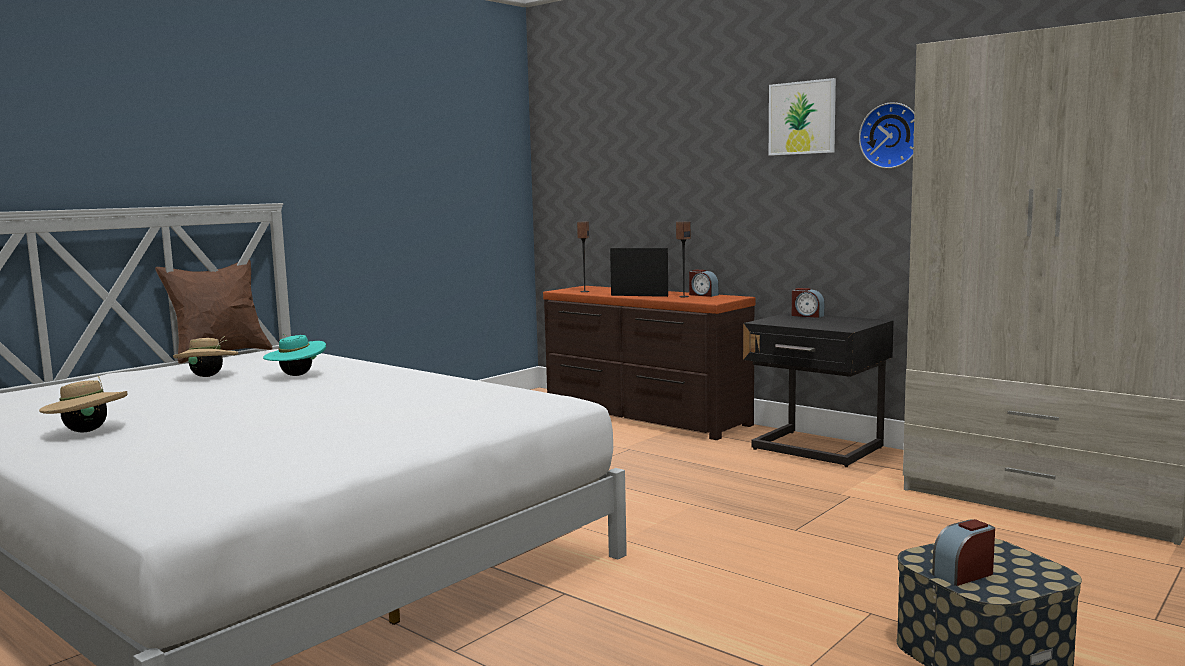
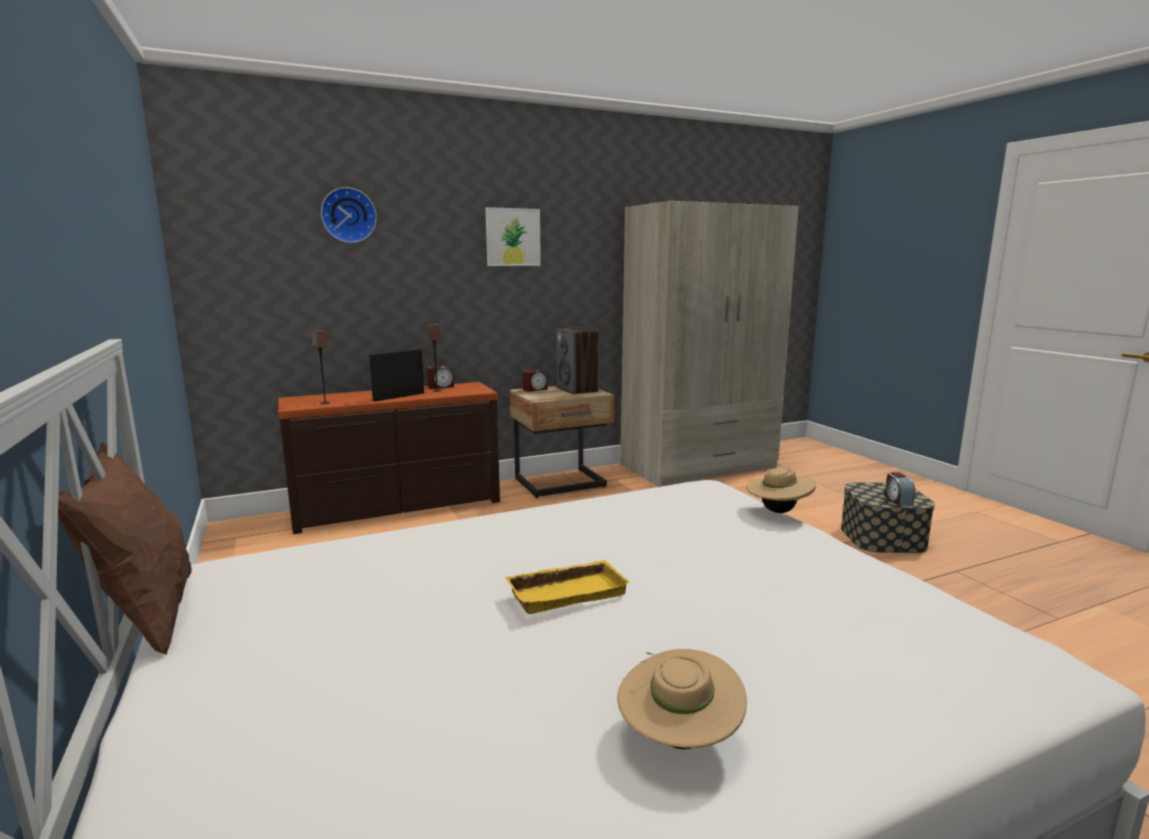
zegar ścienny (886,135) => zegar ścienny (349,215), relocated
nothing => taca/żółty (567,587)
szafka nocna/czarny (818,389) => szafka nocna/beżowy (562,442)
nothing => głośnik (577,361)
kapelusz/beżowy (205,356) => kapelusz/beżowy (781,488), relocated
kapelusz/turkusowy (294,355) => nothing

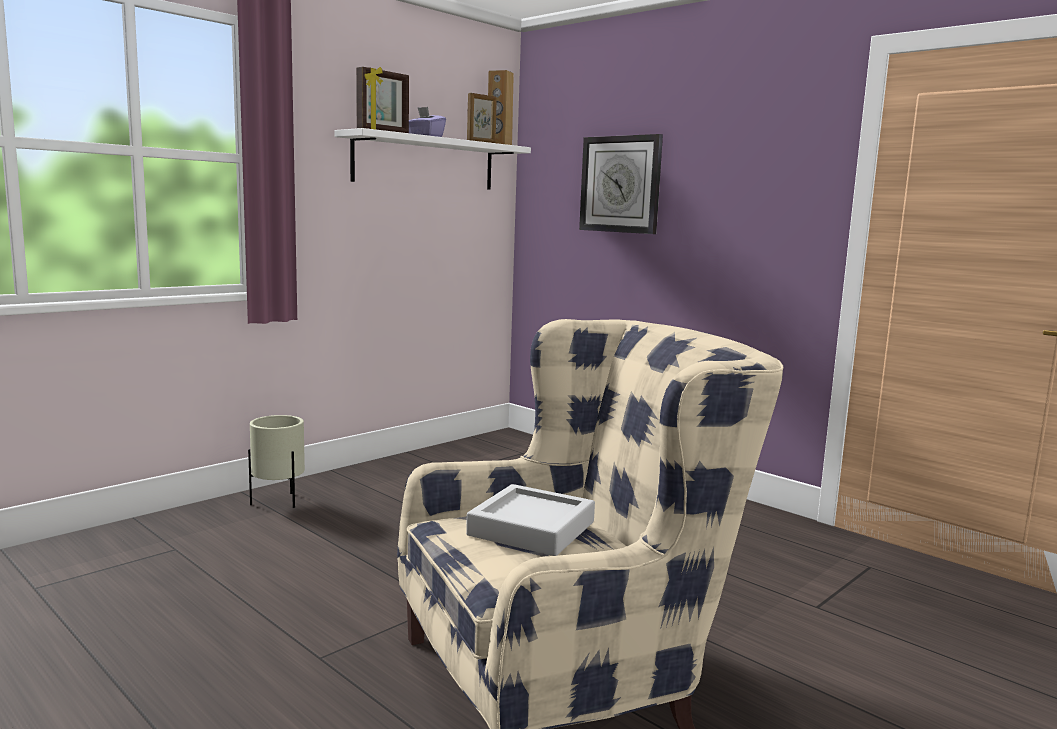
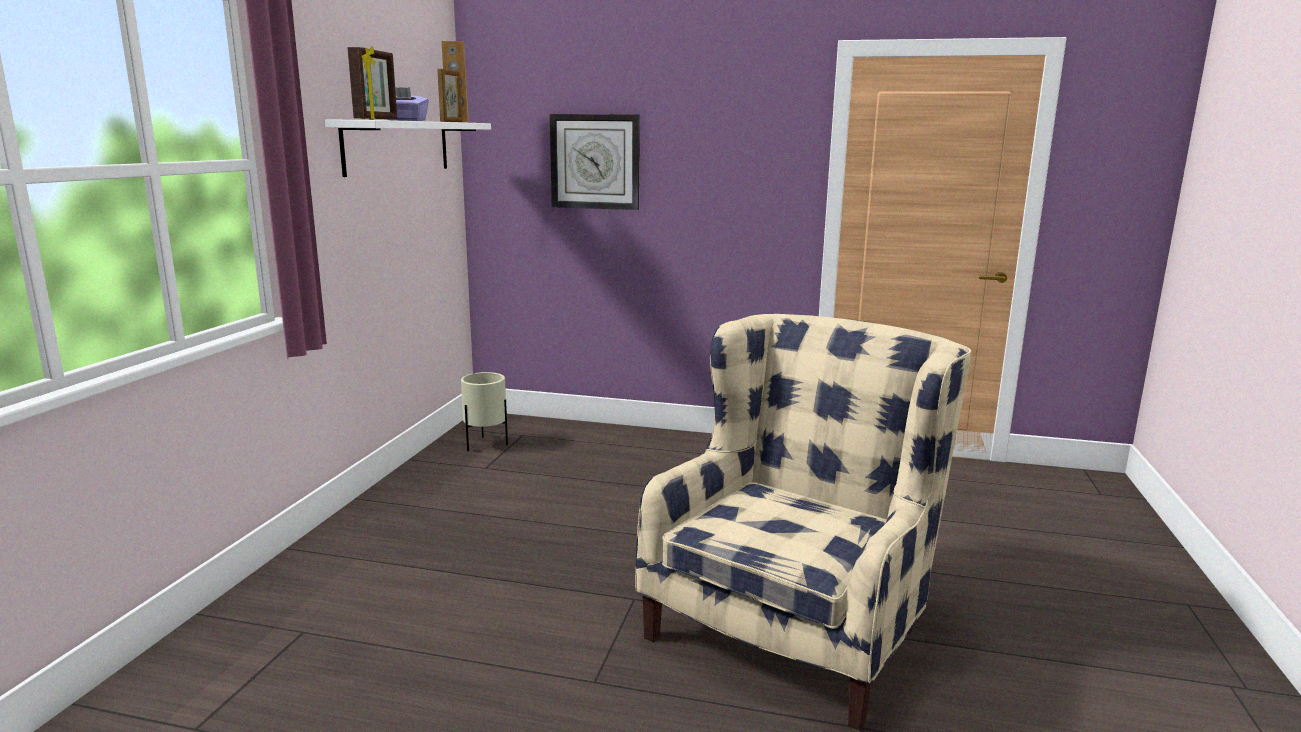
donica/beżowy (276,461) => donica/beżowy (484,411), relocated
taca/szary (530,520) => nothing

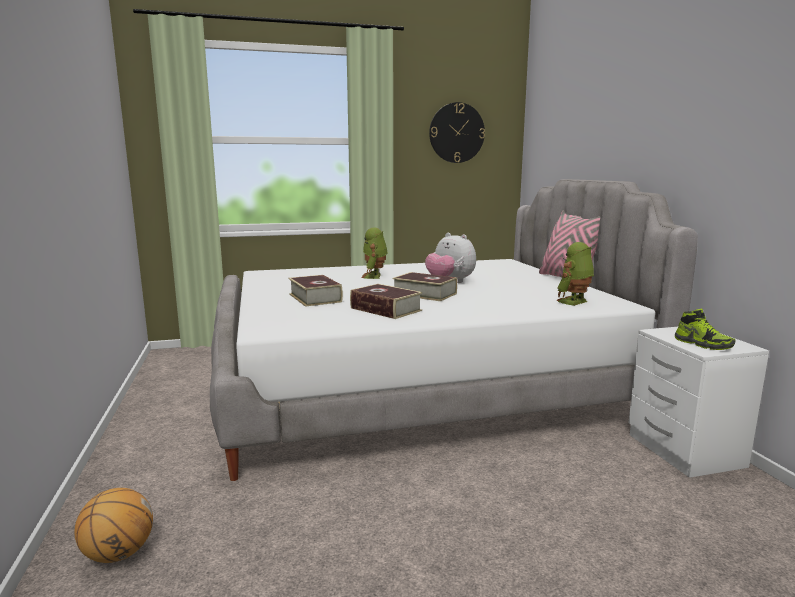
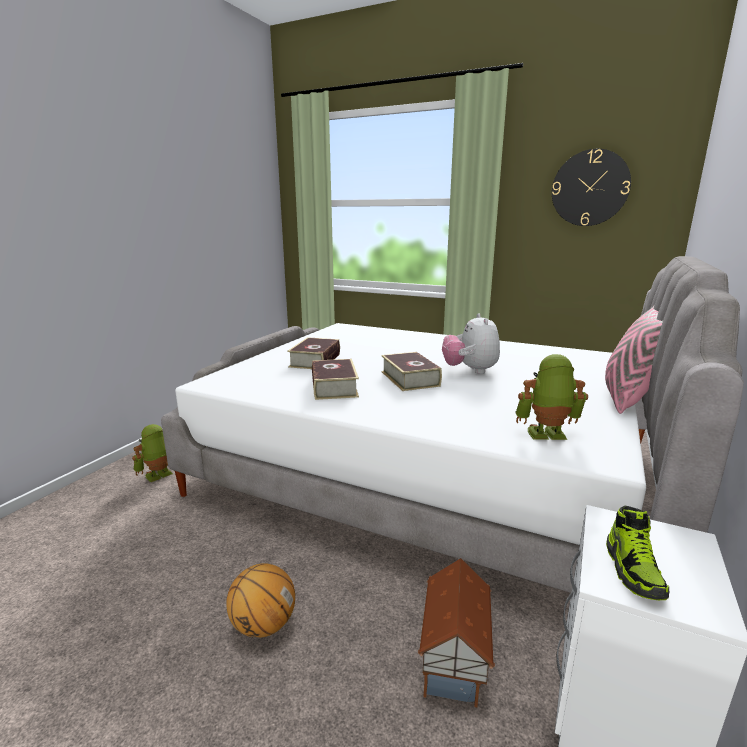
robot zabawkowy (374,253) => robot zabawkowy (152,453), relocated
piłka do koszykówki (113,525) => piłka do koszykówki (260,600), relocated
nothing => domek (456,632)

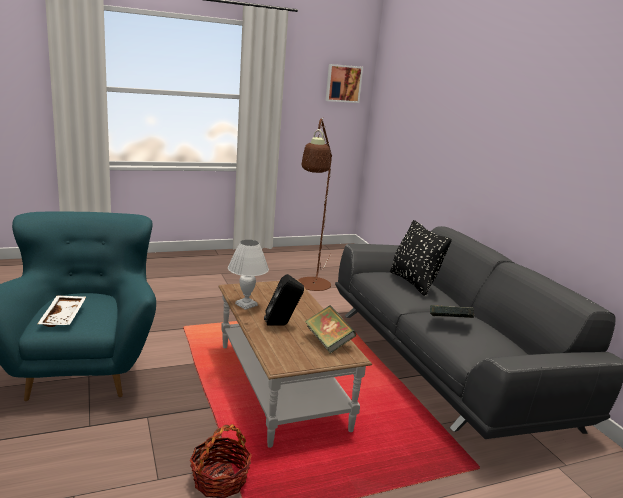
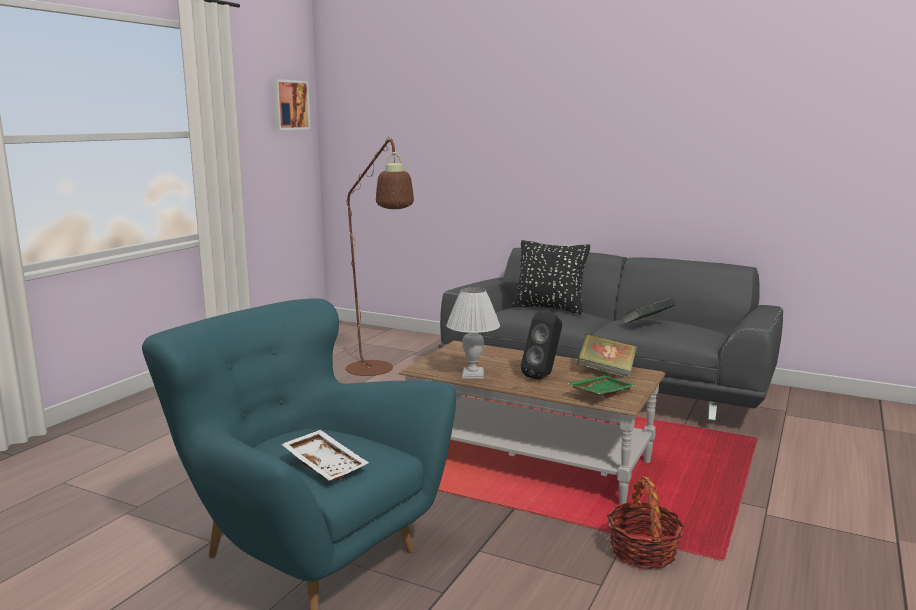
nothing => taca/zielony (601,386)

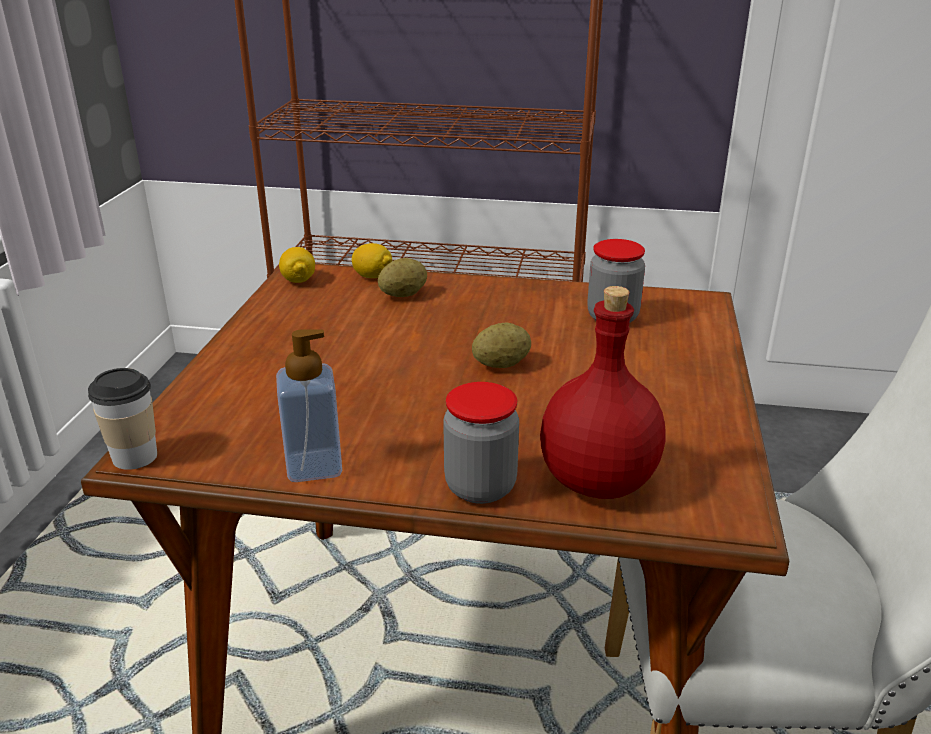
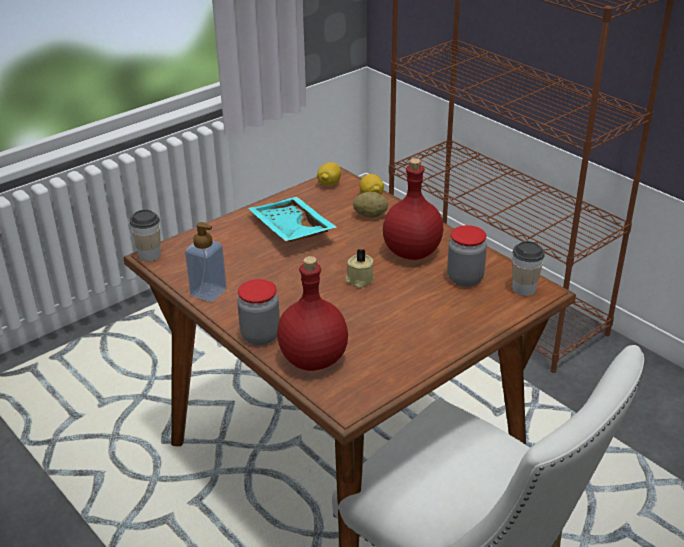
nothing => taca/turkusowy (292,219)
ziemniak (501,345) => świeca/beżowy (359,268)
nothing => butelka/czerwony (413,209)
nothing => filiżanka (528,268)

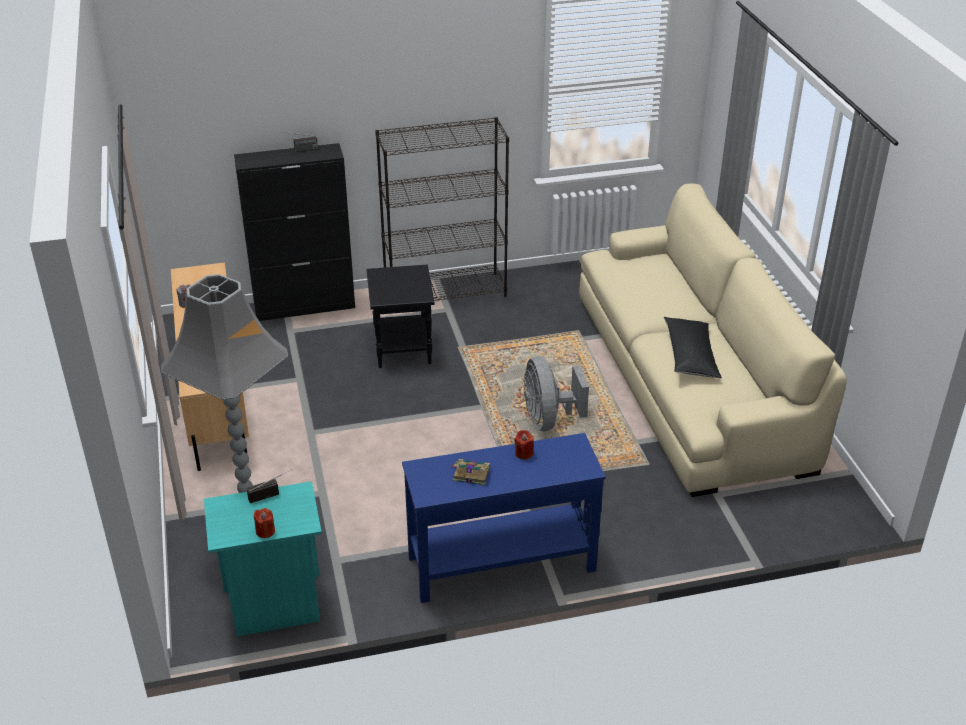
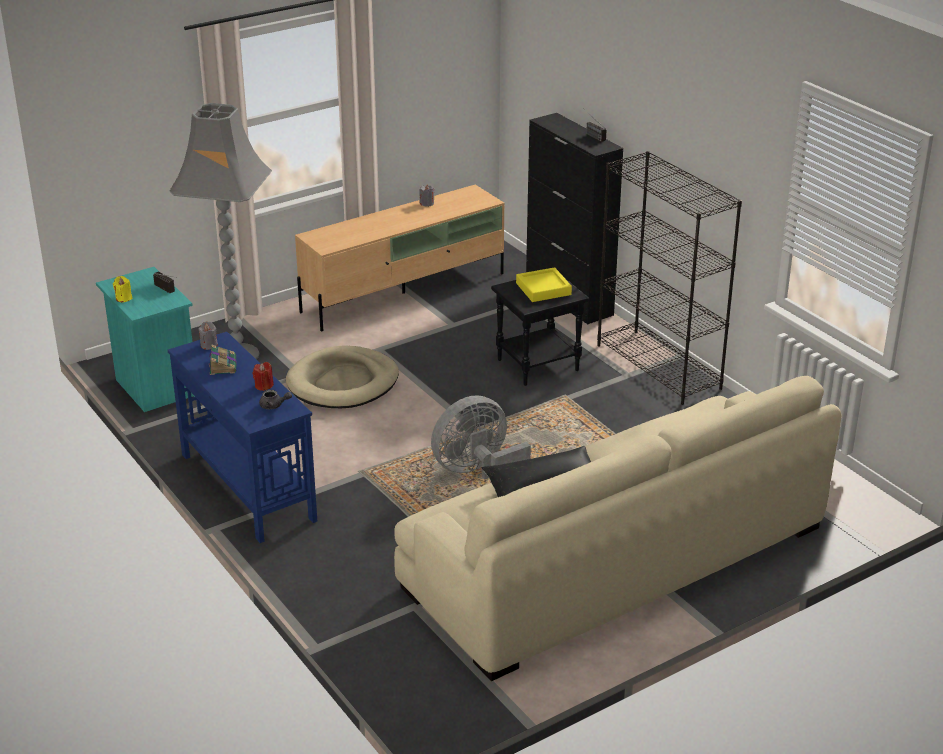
świeca/czerwony (264,523) => świeca/żółty (122,289)
nothing => świeca/szary (208,335)
nothing => imbryk/szary (275,399)
nothing => legowisko/beżowy (342,376)
nothing => taca/żółty (544,284)

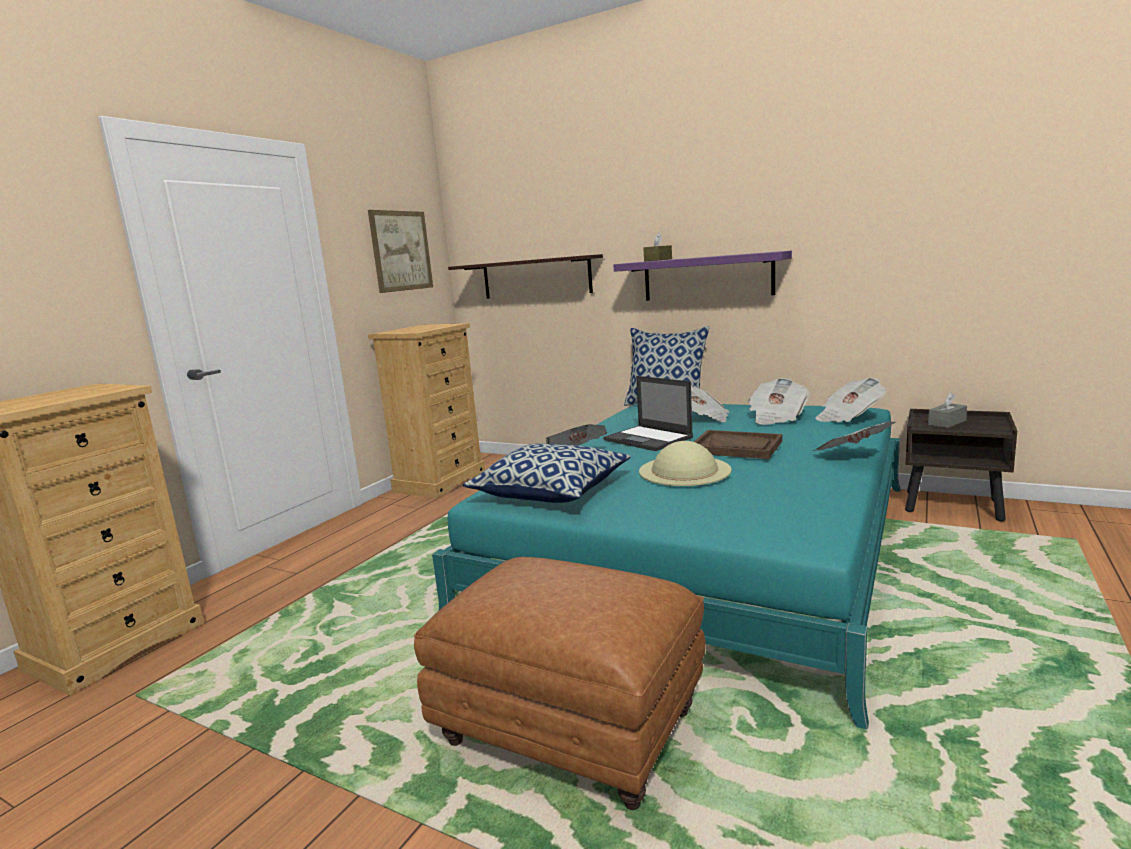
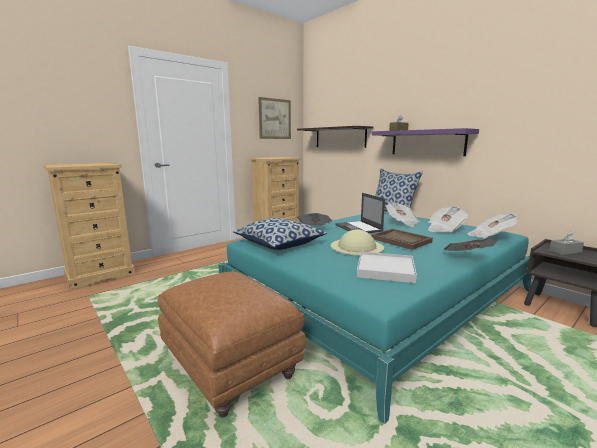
nothing => taca/biały (387,267)

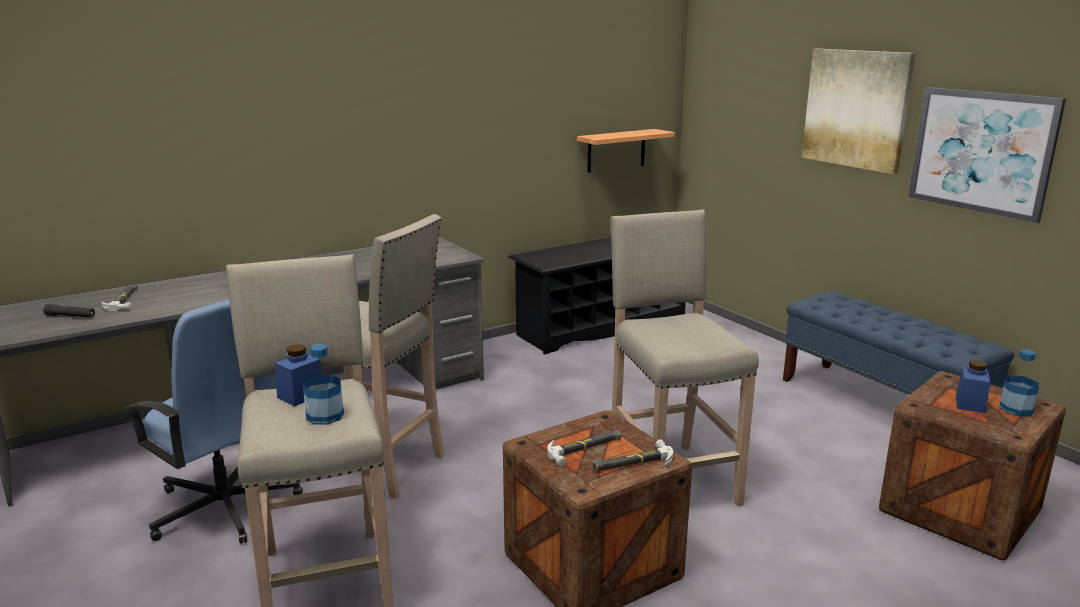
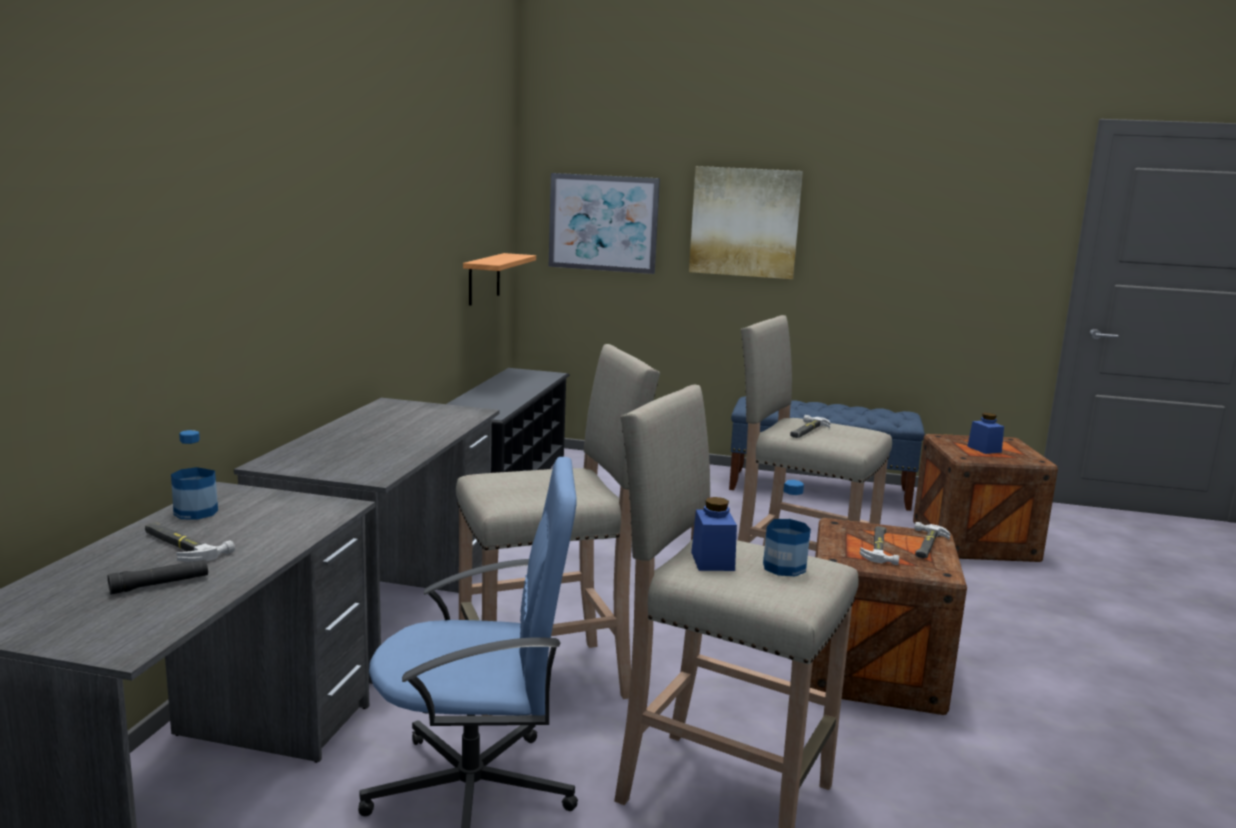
butelka (1019,383) => butelka (194,475), relocated
obraz (987,155) => obraz (604,223), relocated
nothing => młotek (810,426)

